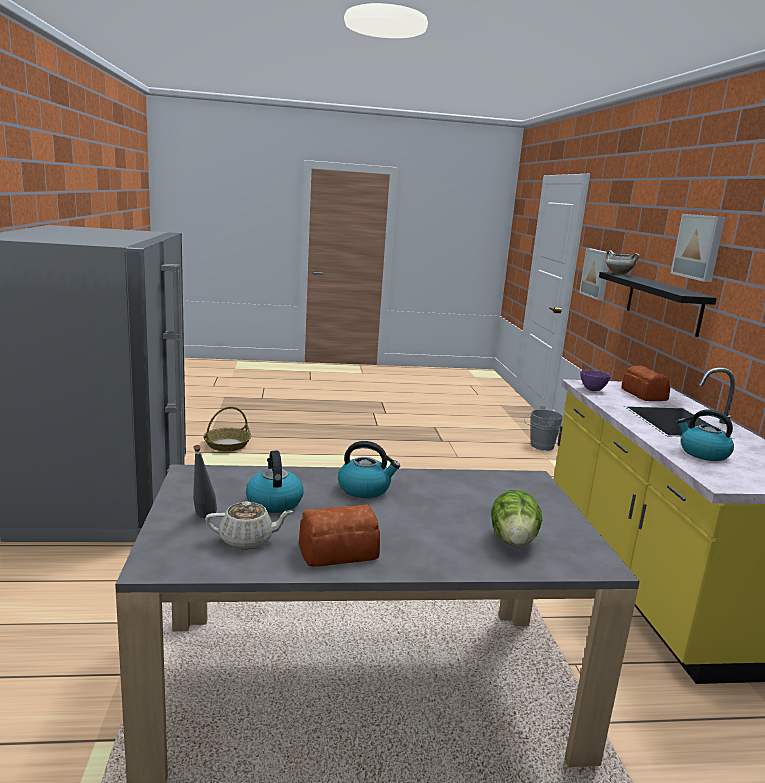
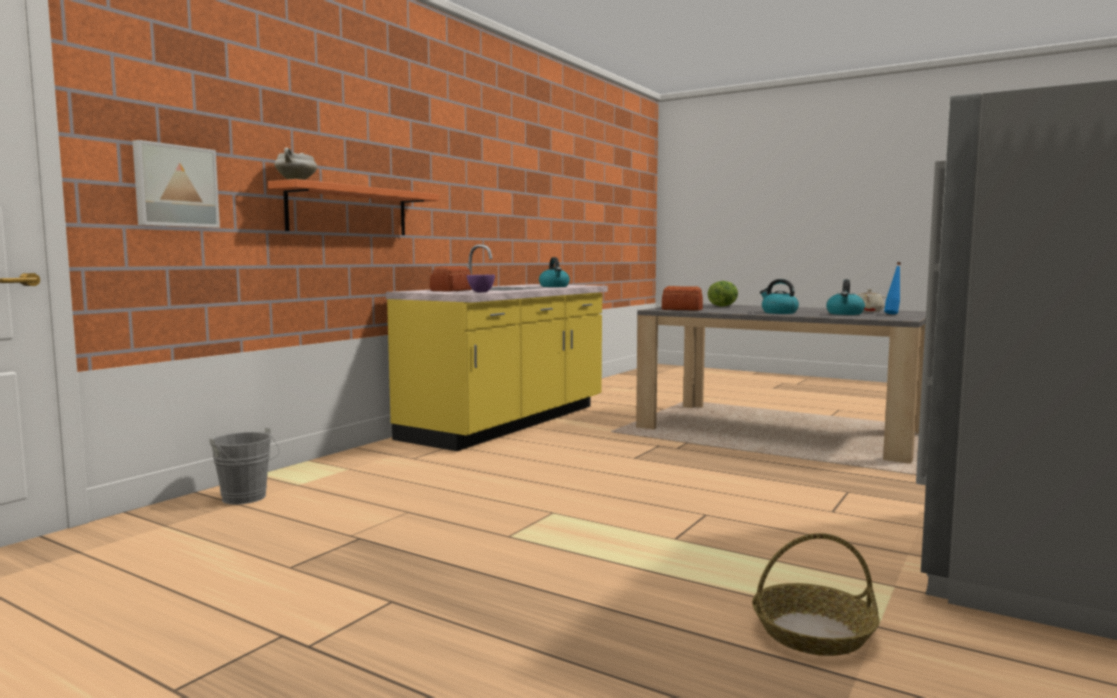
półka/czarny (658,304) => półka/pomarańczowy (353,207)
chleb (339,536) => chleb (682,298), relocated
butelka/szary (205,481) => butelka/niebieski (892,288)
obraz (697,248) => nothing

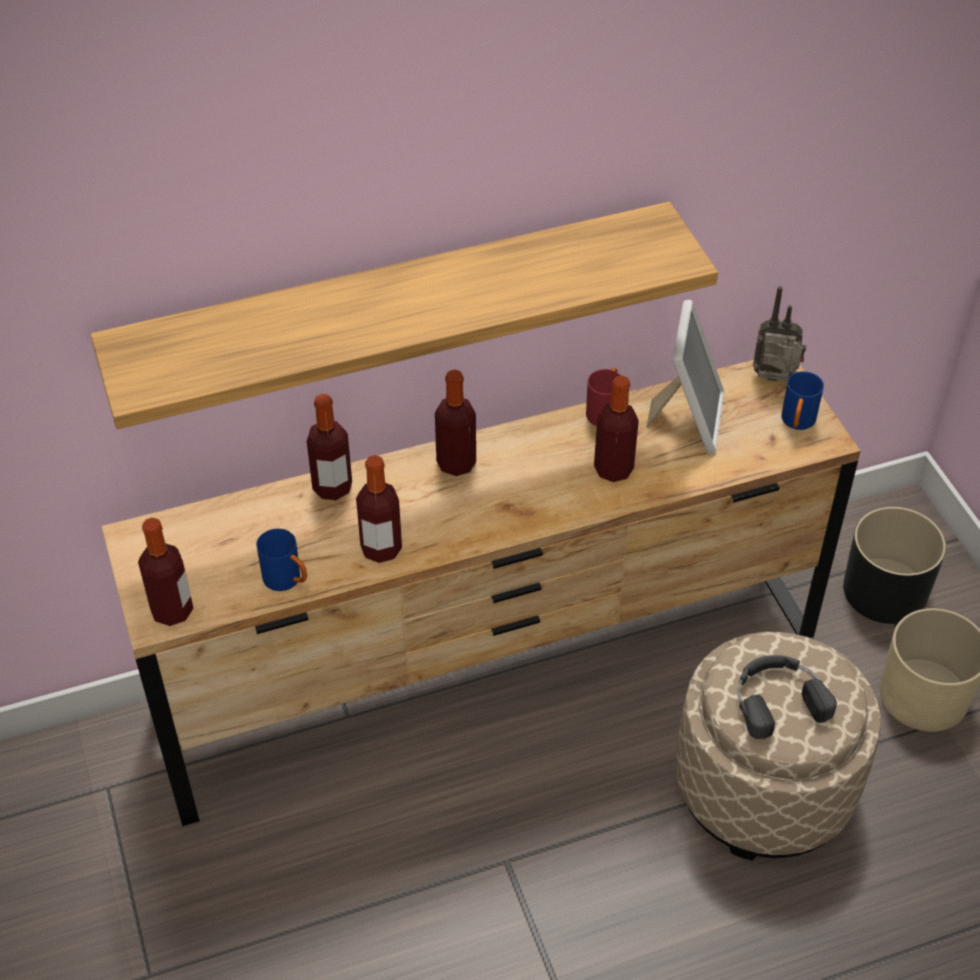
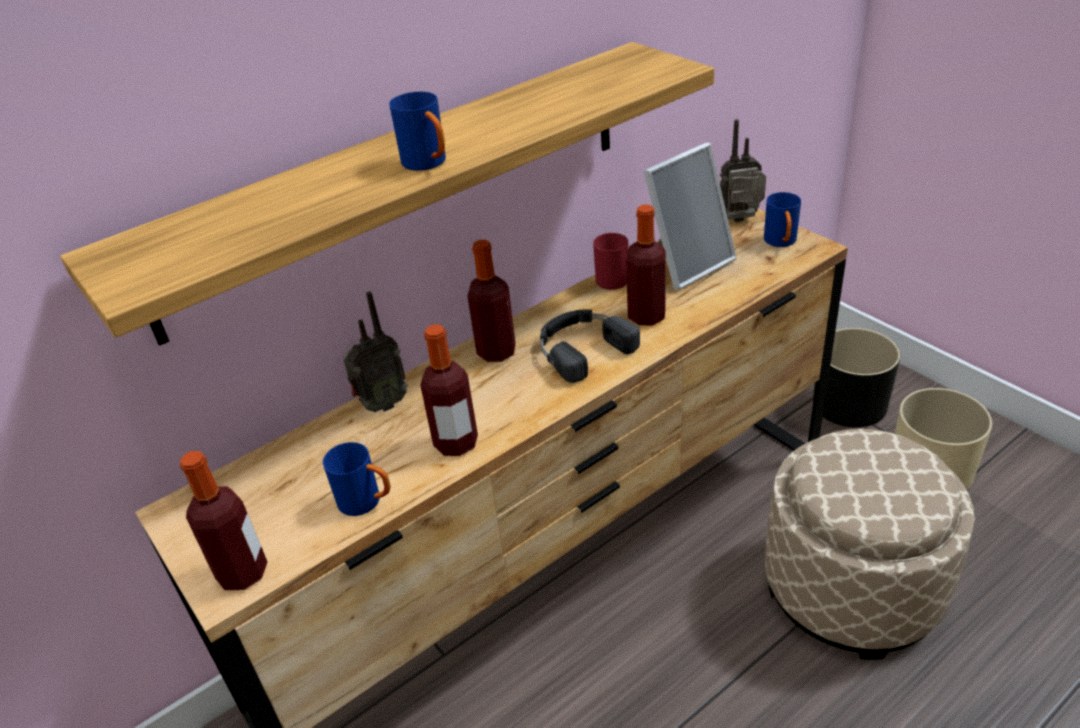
butelka (329,447) => radio (375,352)
nothing => kubek/niebieski (417,131)
słuchawki/czarny (787,697) => słuchawki/czarny (590,346), relocated
ramka na zdjęcie (685,376) => ramka na zdjęcie (690,216), 60 degrees clockwise

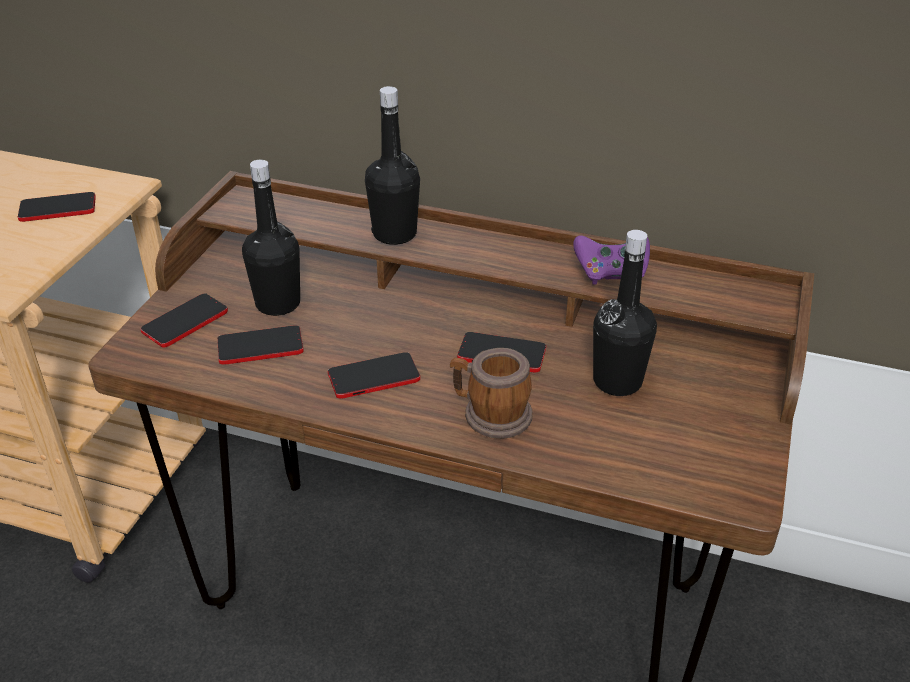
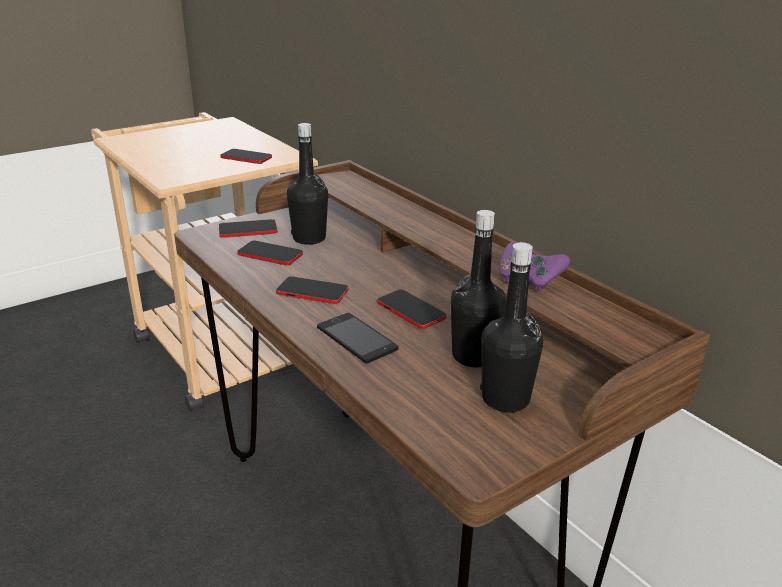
kubek (491,393) => telefon (358,338)
butelka/czarny (392,165) => butelka/czarny (511,327), relocated

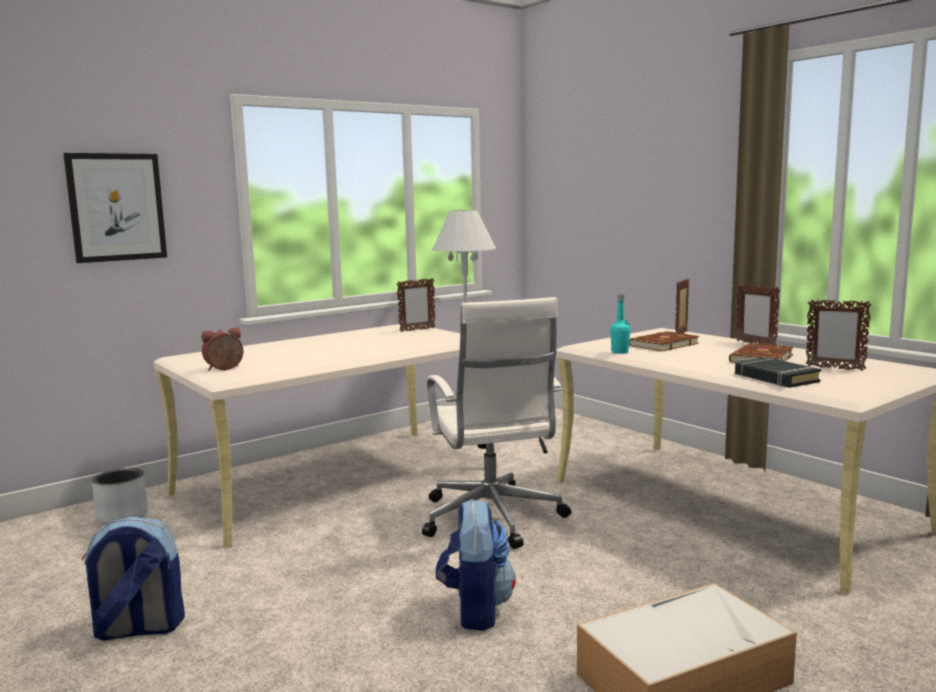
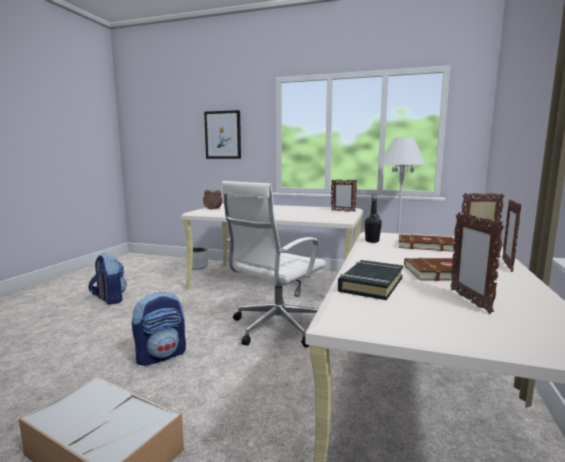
butelka/turkusowy (620,324) => butelka/czarny (373,218)

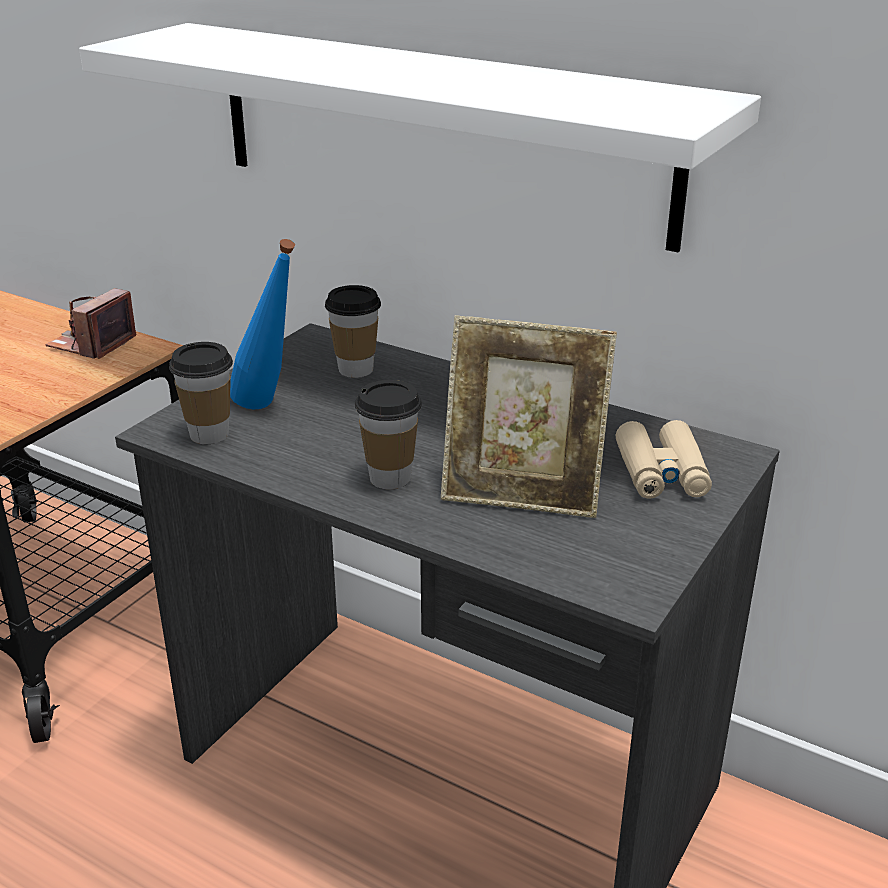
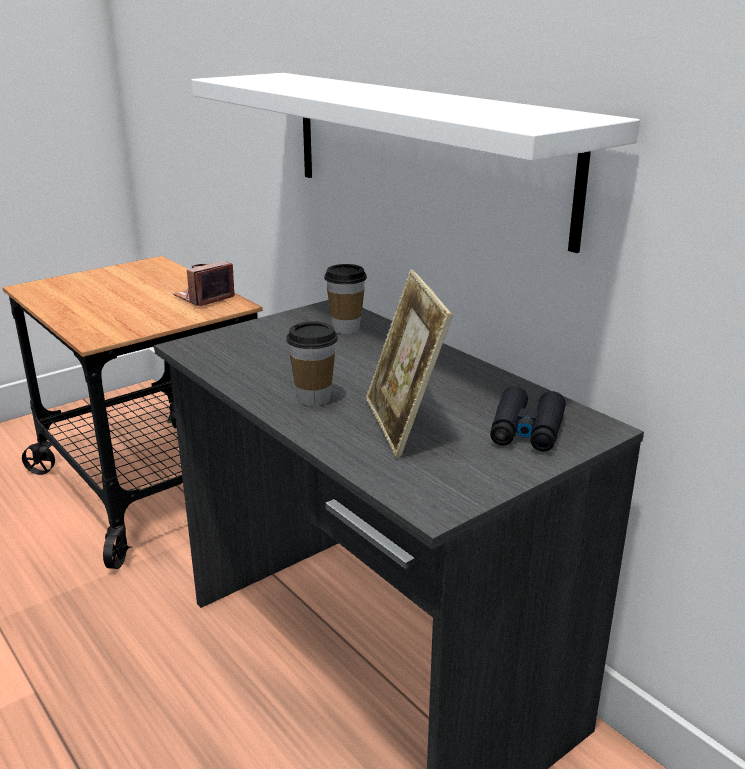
ramka na zdjęcie (529,416) => ramka na zdjęcie (409,363), 45 degrees clockwise
lornetka/beżowy (664,459) => lornetka/czarny (528,419)
filiżanka (201,393) => nothing
butelka/niebieski (262,324) => nothing

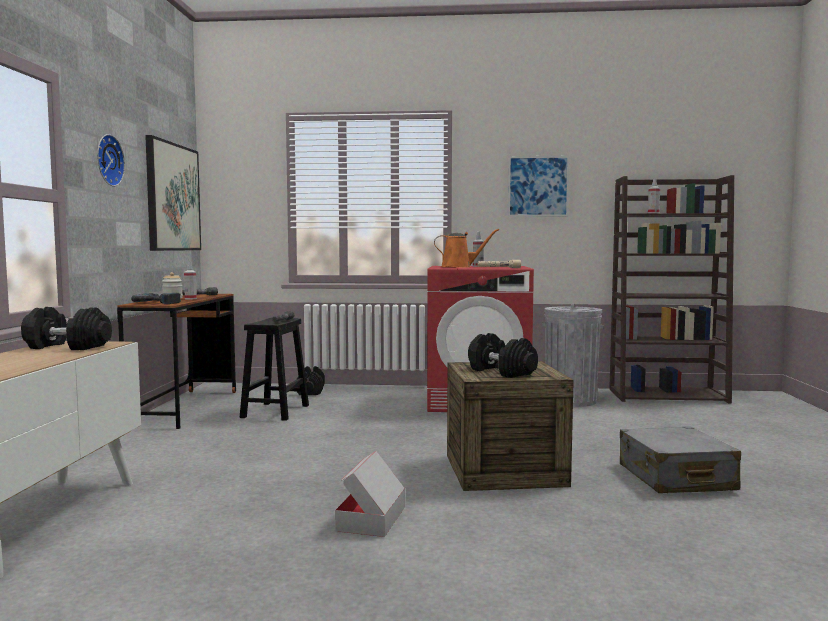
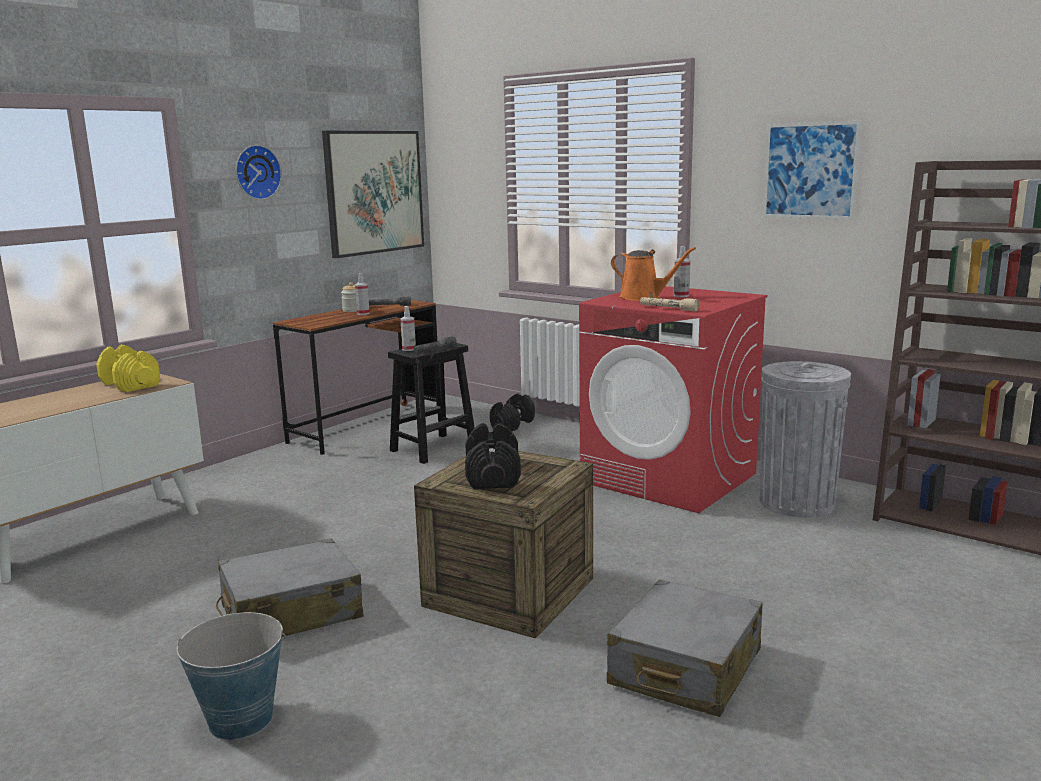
hantel/czarny (66,328) => hantel/żółty (128,368)
nothing => wiadro (231,676)
karton (370,494) => walizka/szary (290,588)
spryskiwacz (654,195) => spryskiwacz (408,328), relocated
wiertarka (156,298) => nothing

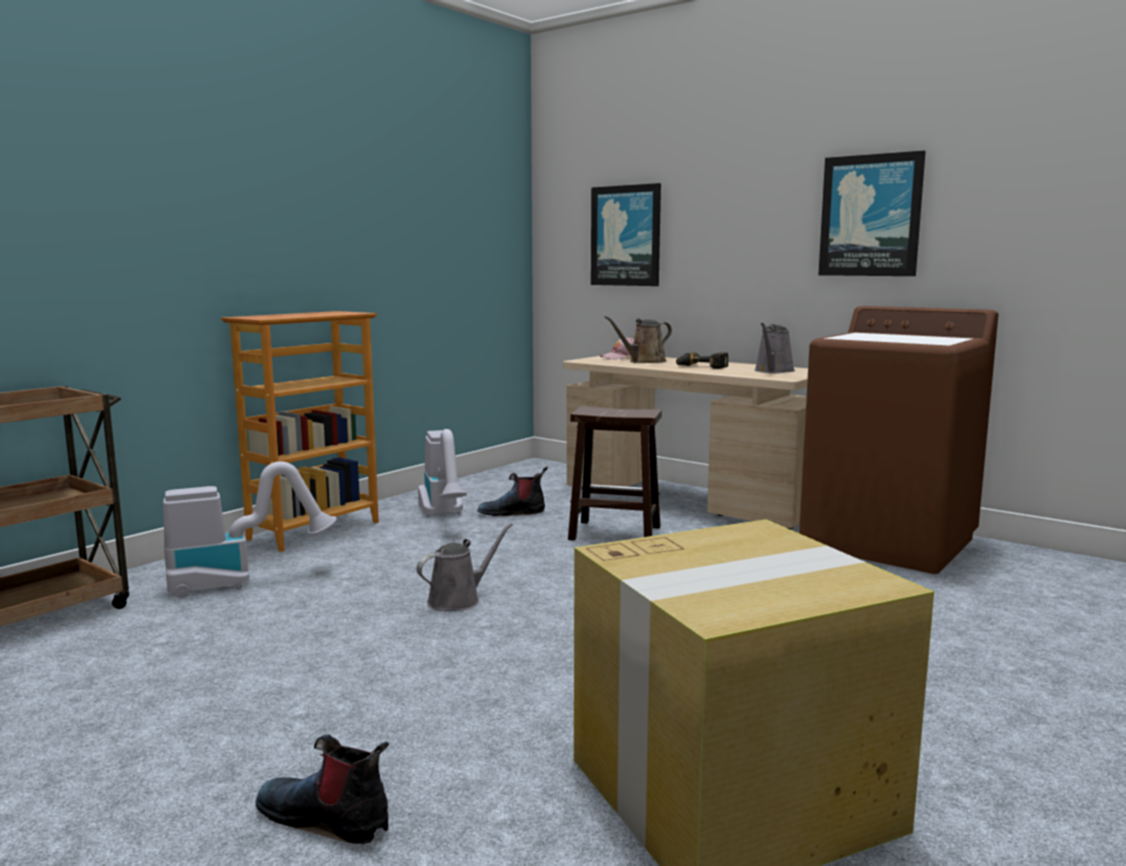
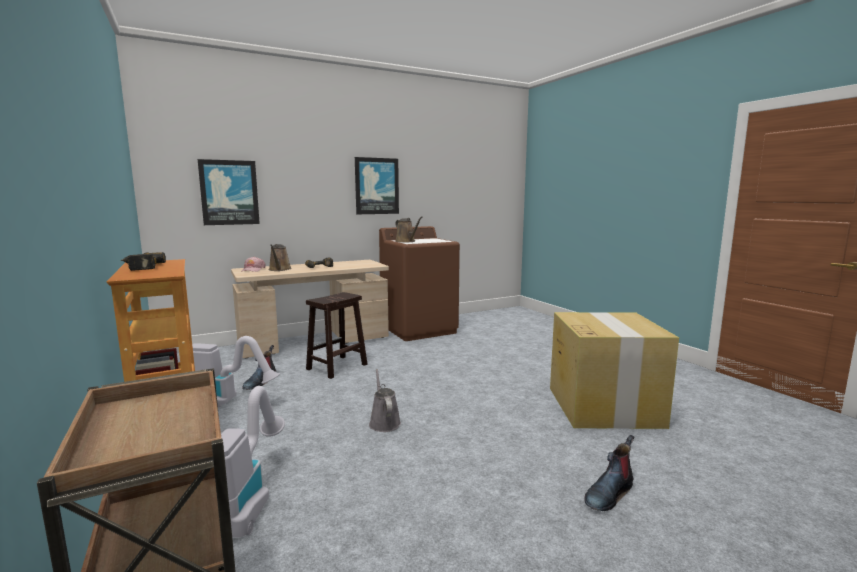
nothing => wiertarka (143,261)
nothing => konewka/brązowy (408,229)
konewka/szary (774,348) => nothing

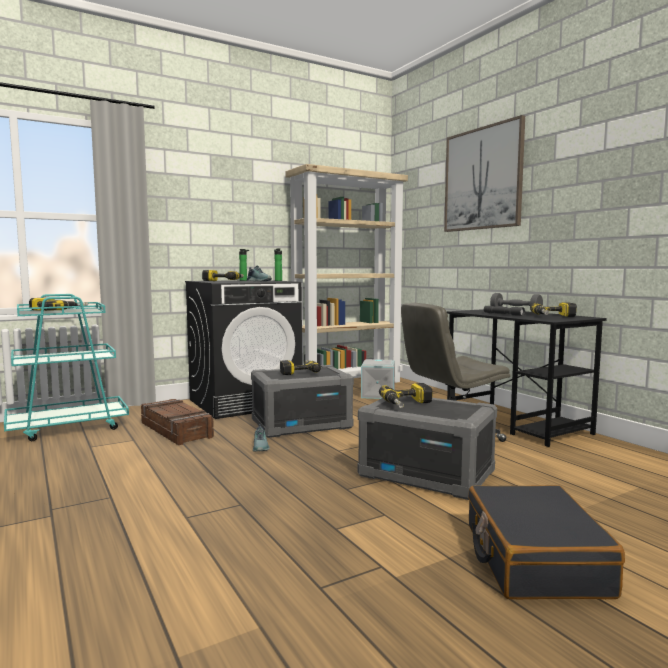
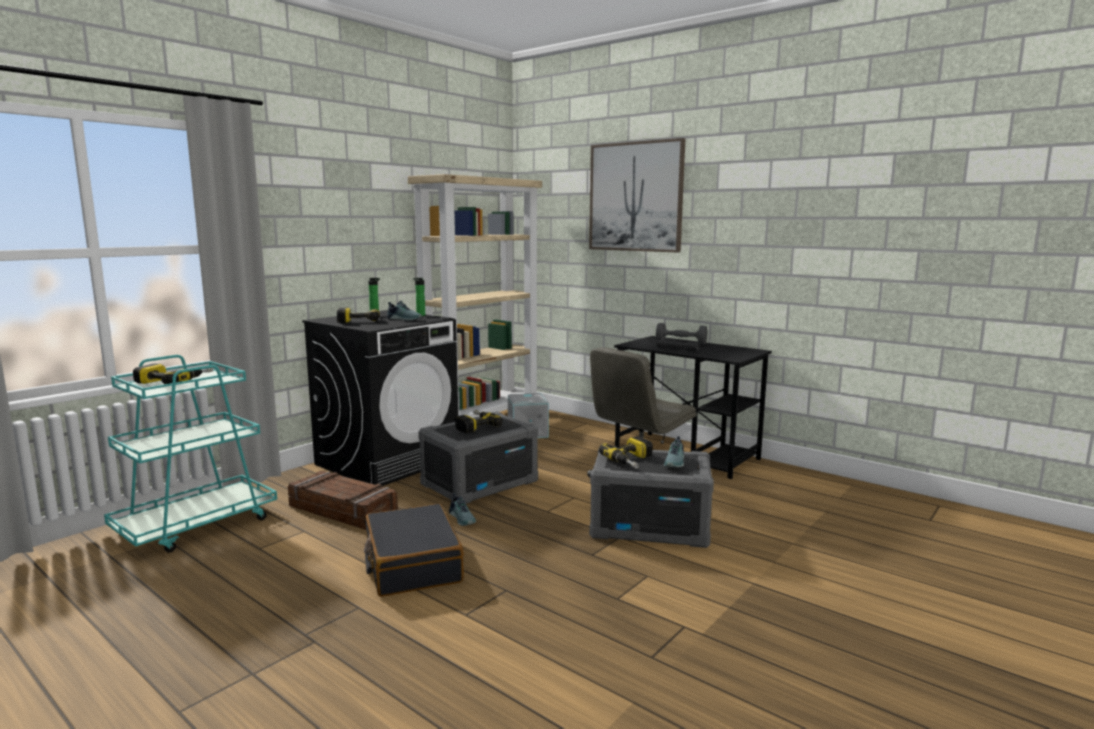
walizka/czarny (546,542) => walizka/czarny (414,550), relocated
nothing => but (673,451)
wiertarka (553,309) => nothing

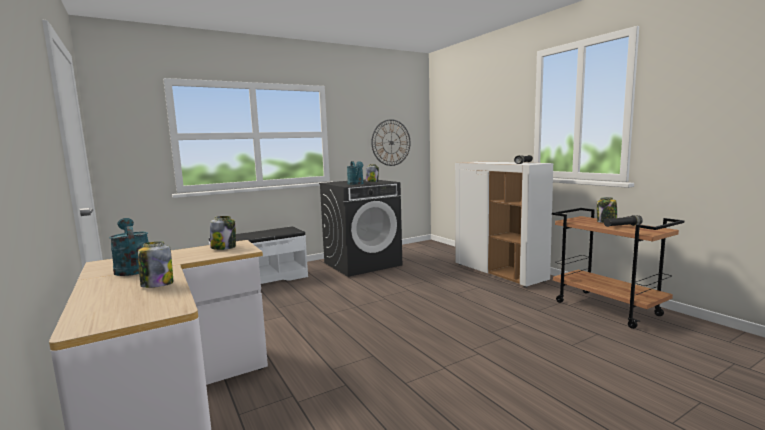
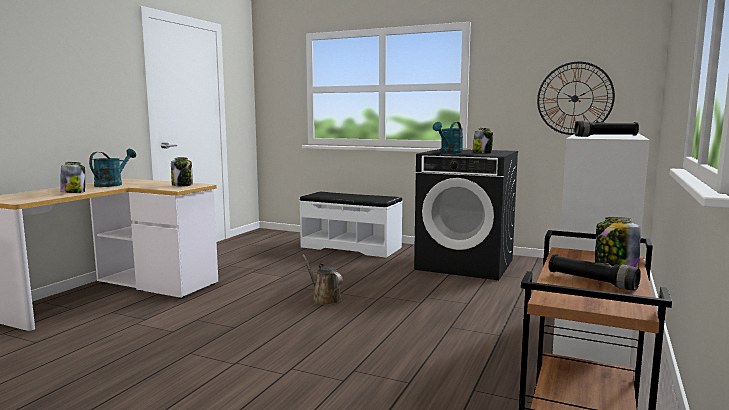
nothing => konewka/brązowy (322,279)

